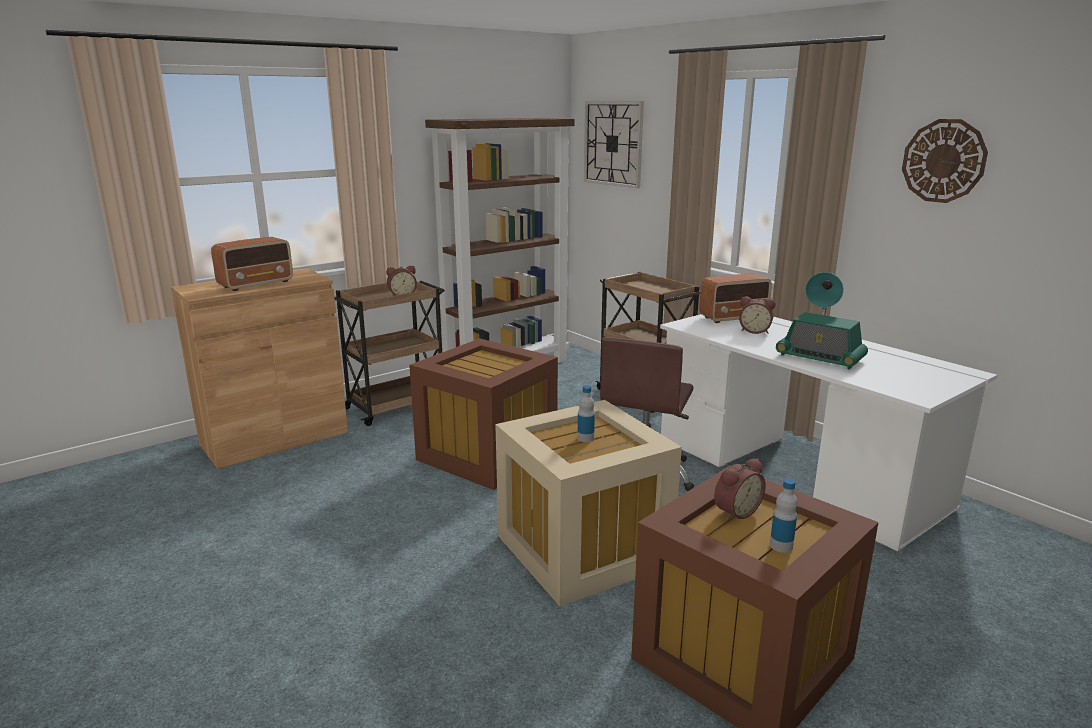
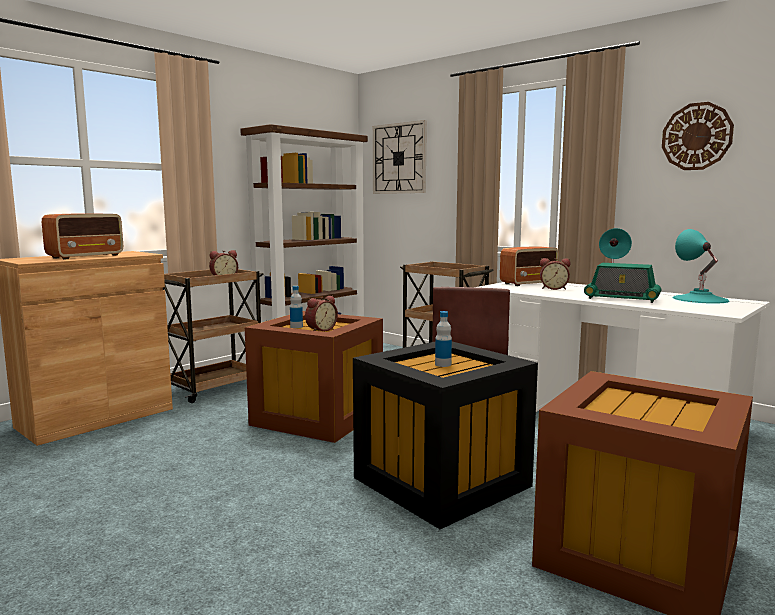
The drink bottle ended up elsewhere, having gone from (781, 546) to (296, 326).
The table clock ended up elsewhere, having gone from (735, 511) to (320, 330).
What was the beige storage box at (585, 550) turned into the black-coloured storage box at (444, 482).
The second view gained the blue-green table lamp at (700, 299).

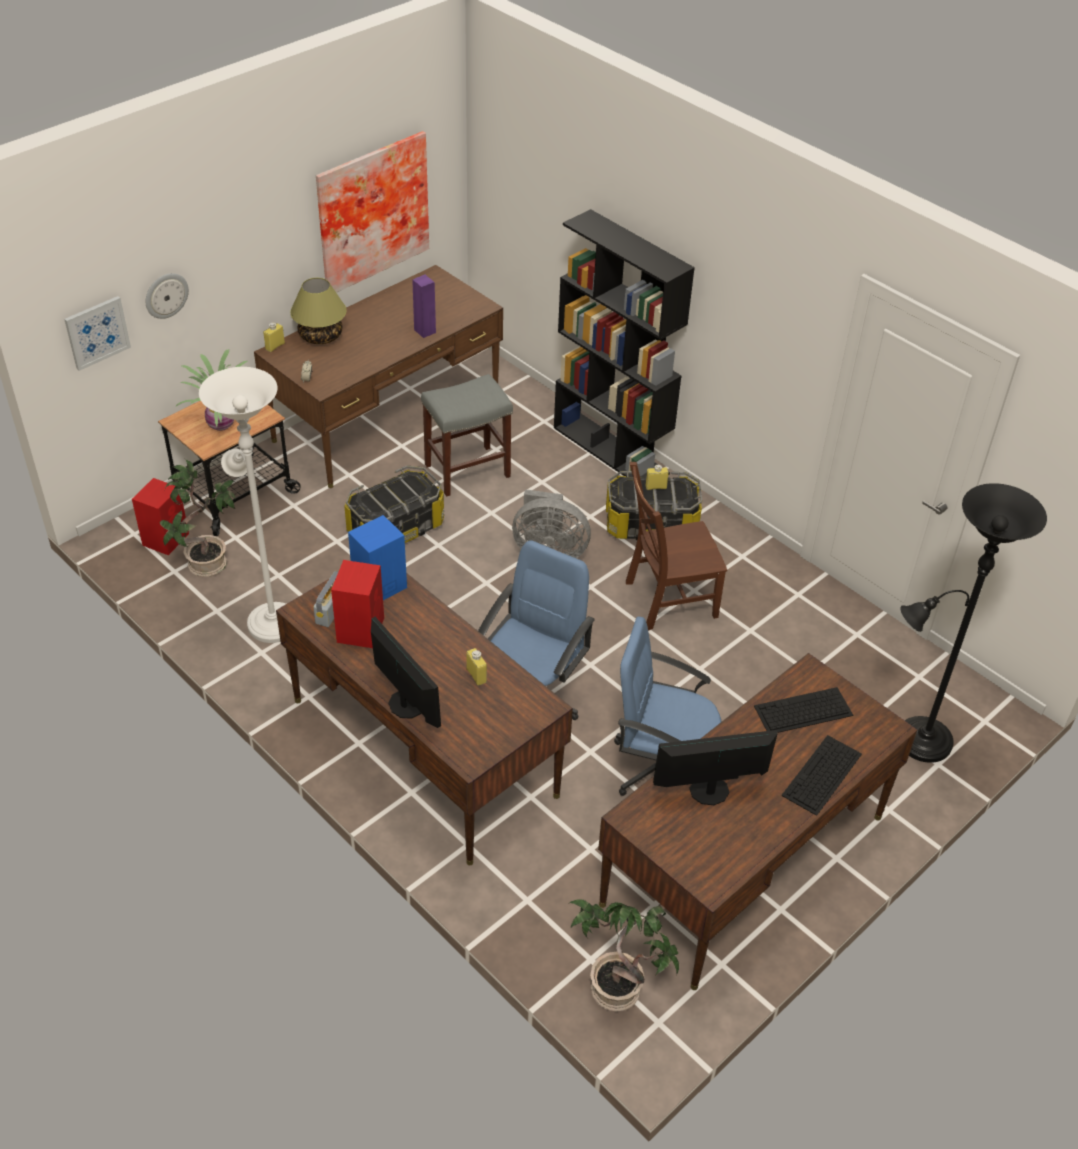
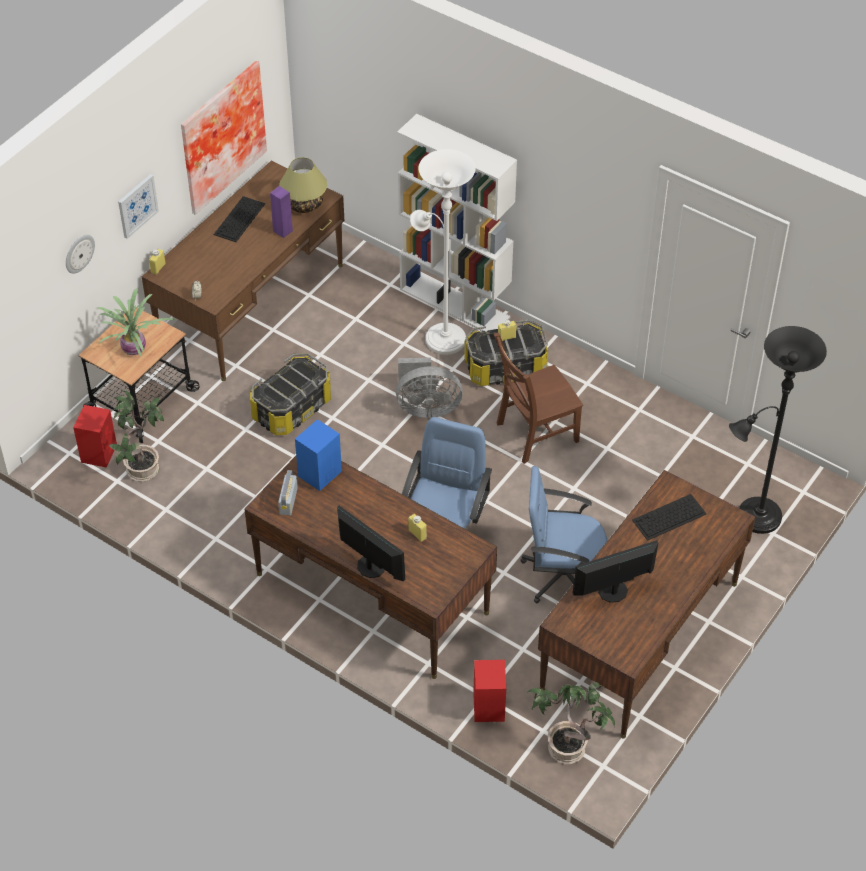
The wall picture ended up elsewhere, having gone from (97, 332) to (137, 205).
The computer keyboard ended up elsewhere, having gone from (822, 775) to (239, 219).
The table lamp ended up elsewhere, having gone from (320, 336) to (304, 204).
What was the black-coloured bookshelf at (611, 450) turned into the whitish bookshelf at (455, 303).
The whitish floor lamp ended up elsewhere, having gone from (270, 619) to (441, 336).
The reddish loudspeaker ended up elsewhere, having gone from (361, 629) to (488, 706).
The second view lost the gray sitting stool at (466, 471).

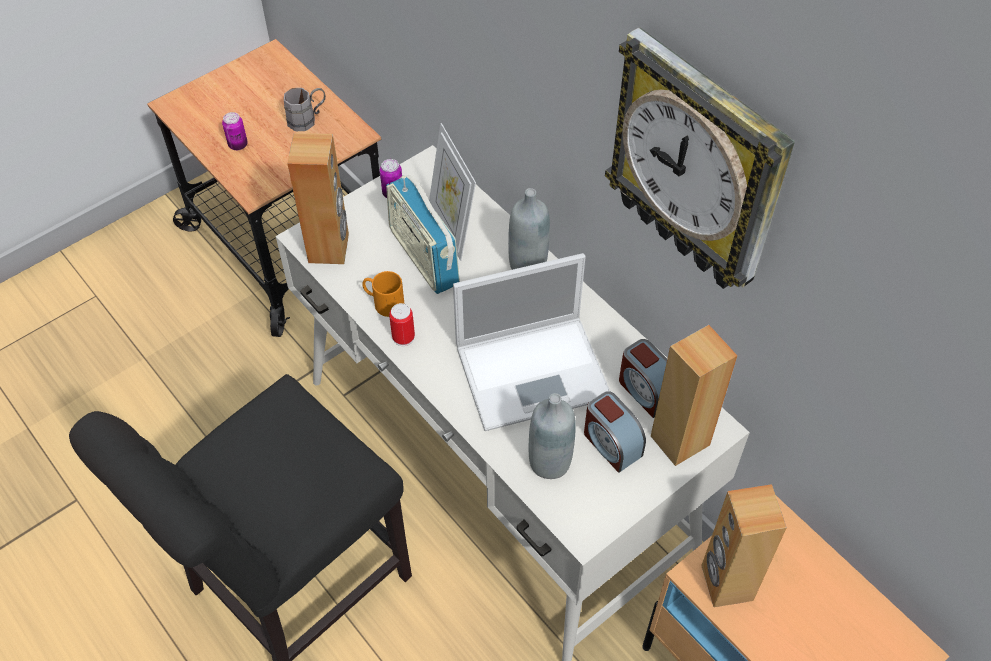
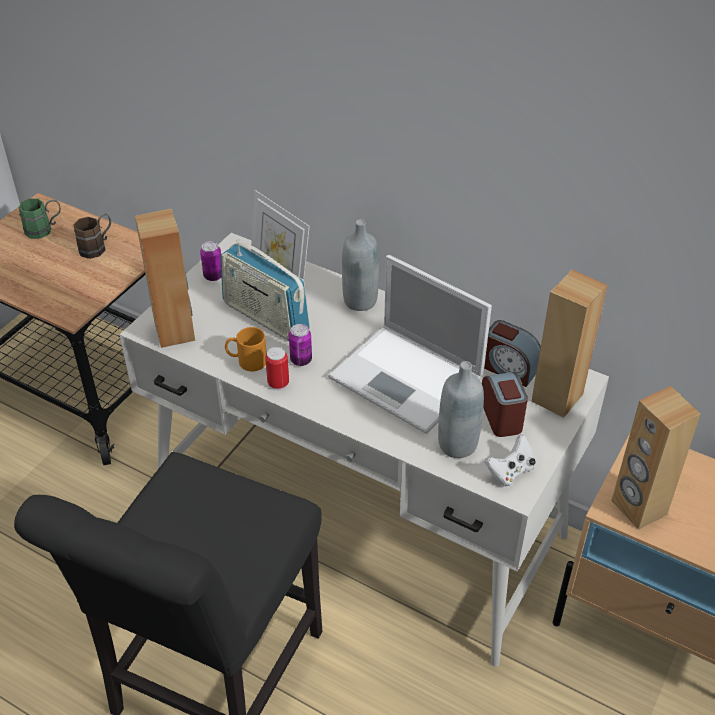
The second view gained the green-coloured mug at (44, 229).
What was the gray mug at (307, 119) turned into the brown-coloured mug at (97, 247).
The sealed can ended up elsewhere, having gone from (238, 145) to (301, 360).
The laptop at (535, 371) ended up facing another way, 75 degrees clockwise from before.
The table clock at (611, 443) ended up facing another way, 135 degrees counterclockwise from before.
The second view gained the whitish gamepad at (510, 472).
The second view lost the hanging clock at (697, 166).

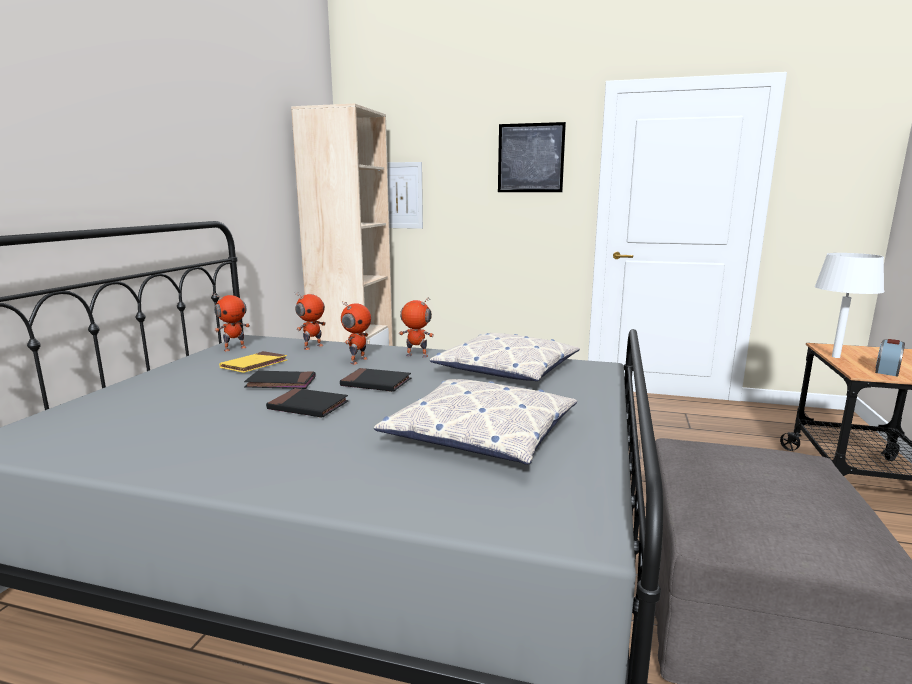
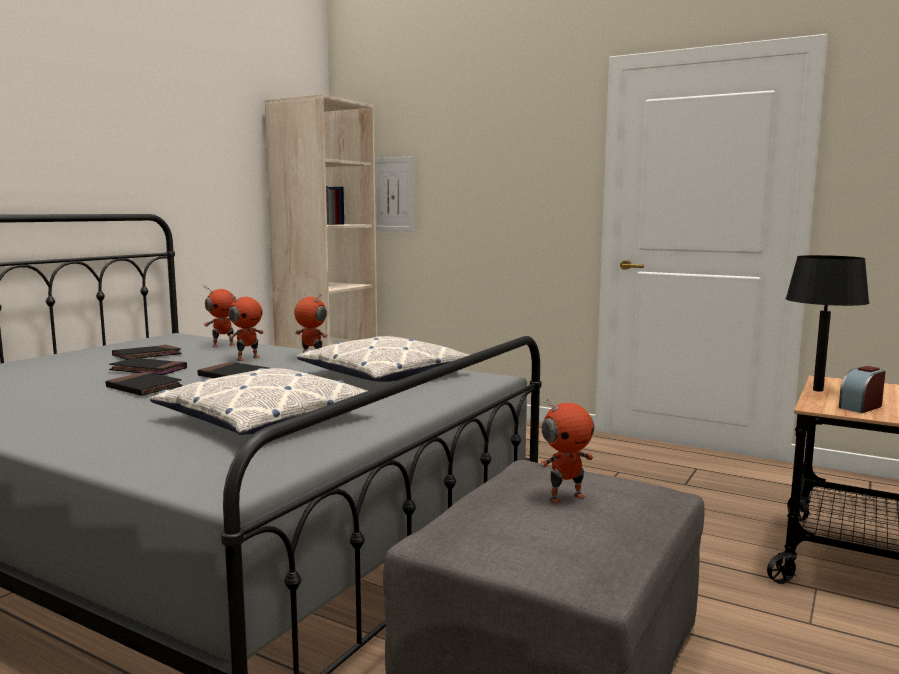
What was the yellow volume at (254, 365) turned into the black-coloured volume at (147, 356).
The model robot ended up elsewhere, having gone from (234, 348) to (565, 497).
What was the whitish table lamp at (836, 357) turned into the black-coloured table lamp at (818, 390).
The second view lost the wall picture at (530, 158).

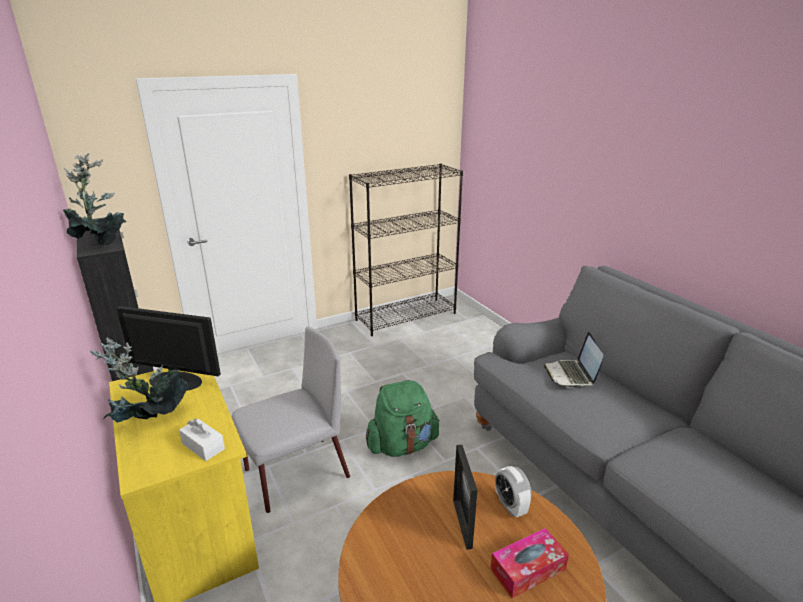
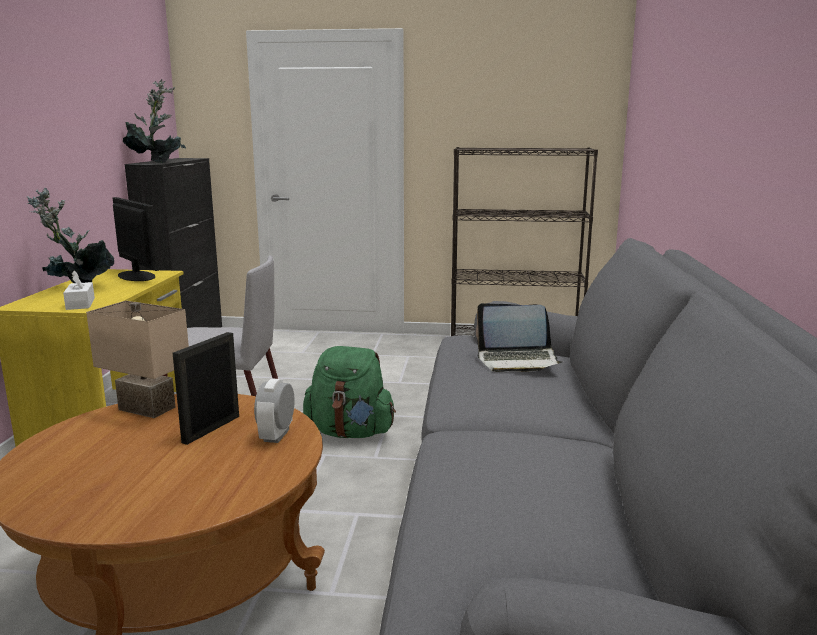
The second view gained the beige table lamp at (149, 407).
The laptop at (571, 375) ended up facing another way, 120 degrees counterclockwise from before.
The second view lost the tissue box at (528, 569).

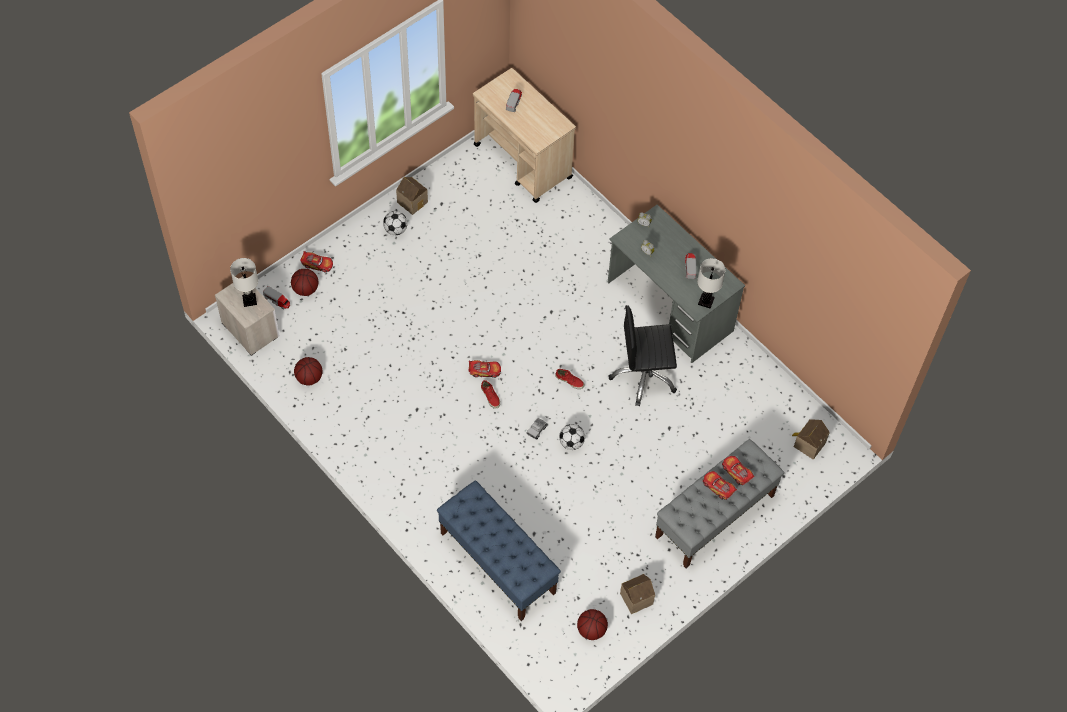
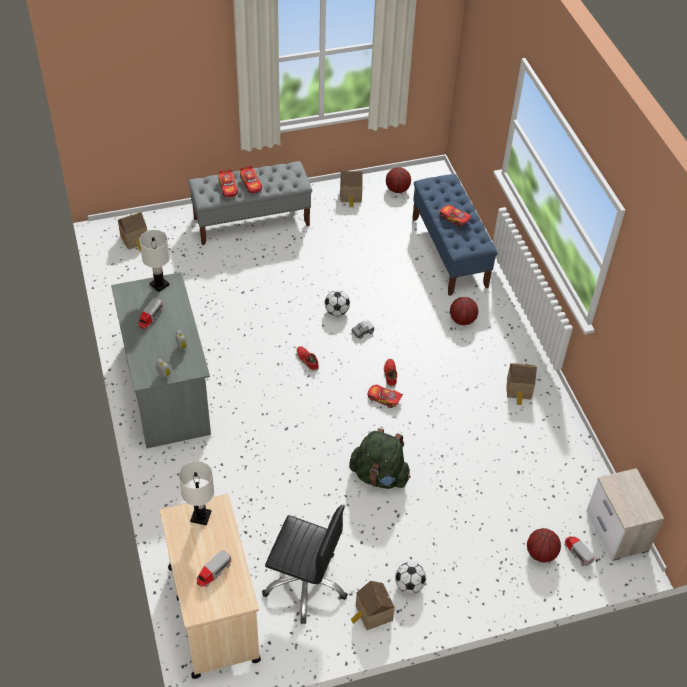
The whitish table lamp ended up elsewhere, having gone from (249, 300) to (200, 516).
The black-coloured computer chair ended up elsewhere, having gone from (643, 376) to (305, 584).
The second view gained the green-coloured backpack at (379, 476).
The toy car ended up elsewhere, having gone from (317, 264) to (454, 219).
The basketball ended up elsewhere, having gone from (309, 378) to (462, 320).
The second view gained the miniature house at (519, 390).

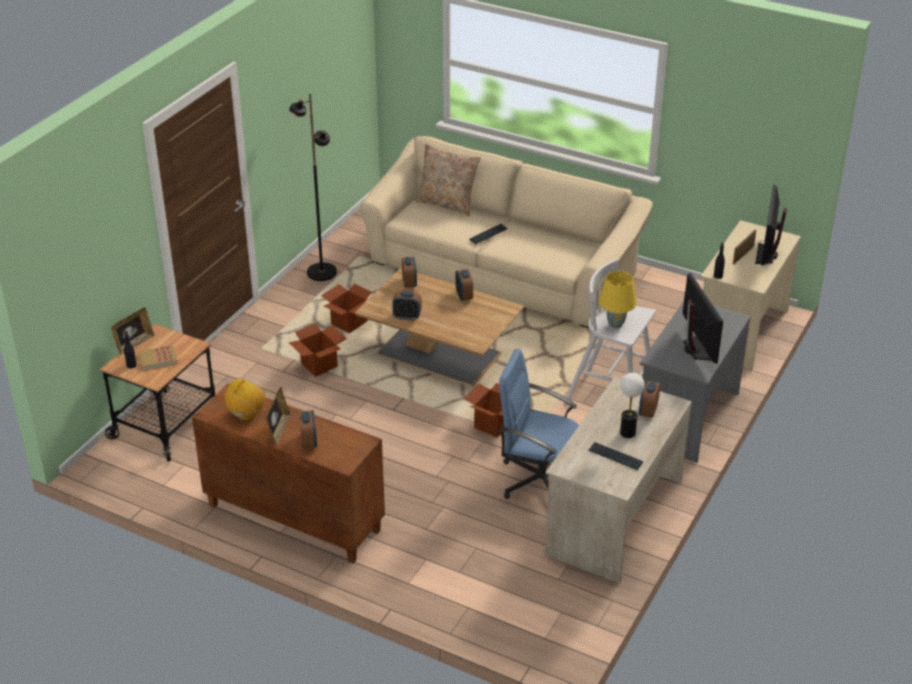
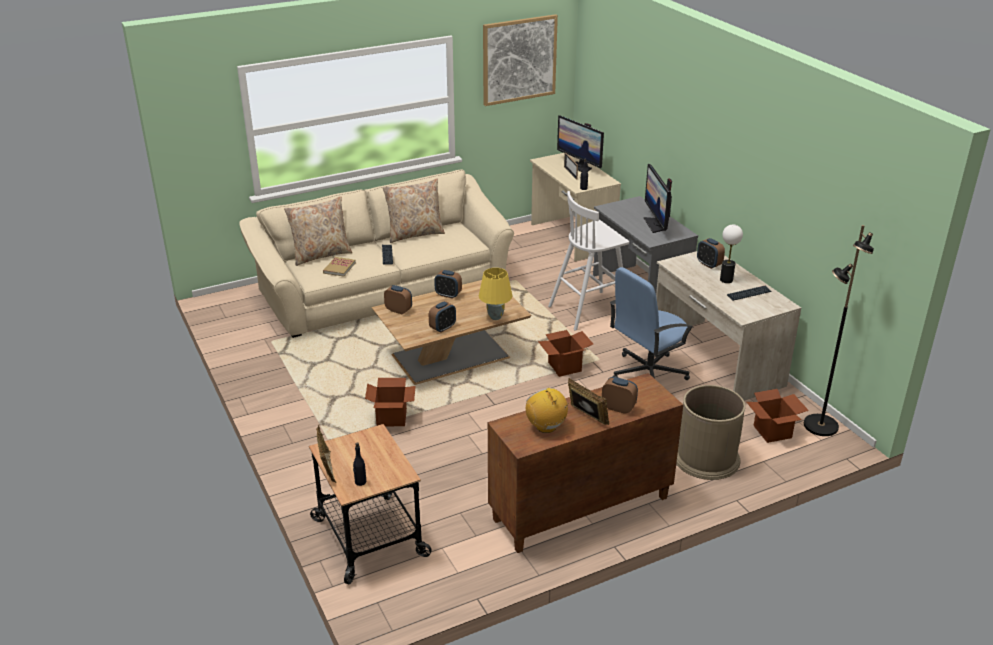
The volume ended up elsewhere, having gone from (158, 359) to (339, 268).
The second view gained the beige throw pillow at (415, 234).
The yellow table lamp ended up elsewhere, having gone from (615, 324) to (495, 317).
The second view gained the wall picture at (519, 59).
The computer display at (696, 349) ended up facing another way, 120 degrees counterclockwise from before.
The second view gained the brown-coloured waste bin at (706, 458).
The cardboard box ended up elsewhere, having gone from (349, 323) to (772, 431).
The black-coloured floor lamp ended up elsewhere, having gone from (321, 272) to (820, 426).

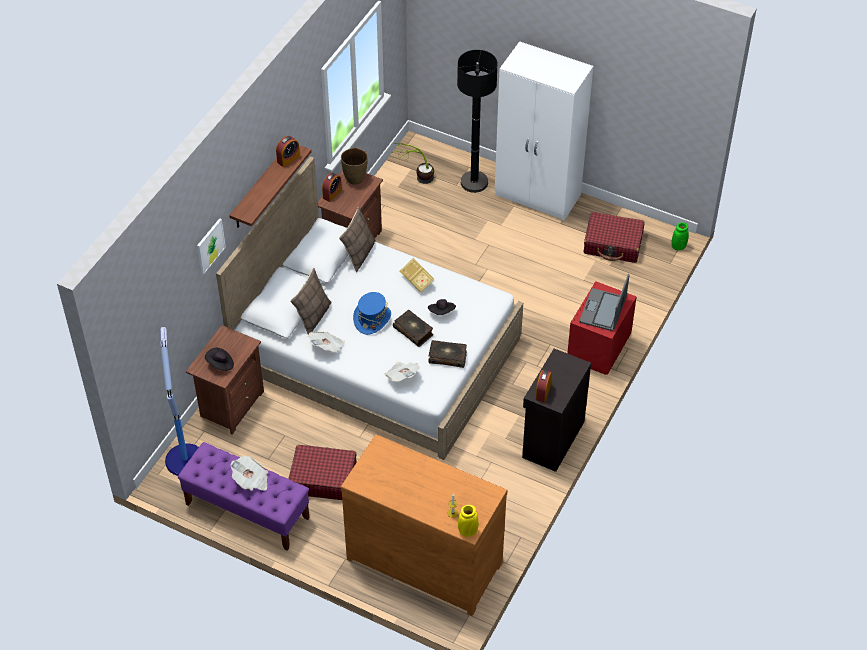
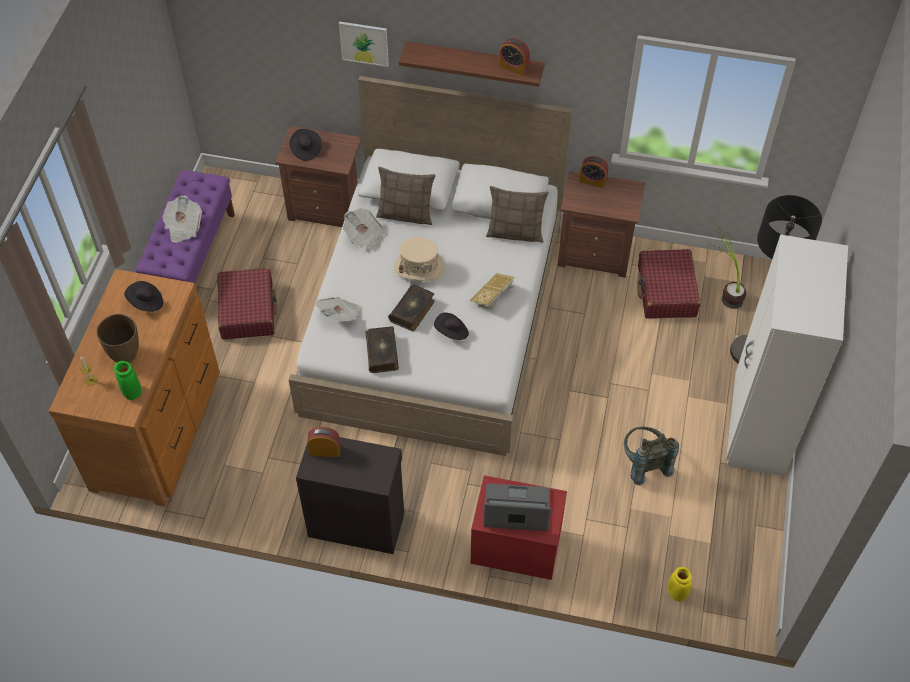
The brown-coloured flower vase ended up elsewhere, having gone from (355, 178) to (125, 355).
The green-coloured flower vase ended up elsewhere, having gone from (678, 246) to (132, 392).
The second view gained the black-coloured clothing hat at (146, 303).
What was the blue clothing hat at (372, 319) turned into the beige clothing hat at (419, 268).
The second view gained the gray backpack at (643, 463).
The reddish suitcase ended up elsewhere, having gone from (613, 244) to (666, 291).
The yellow flower vase ended up elsewhere, having gone from (467, 531) to (676, 593).
The second view lost the floor lamp at (184, 458).

